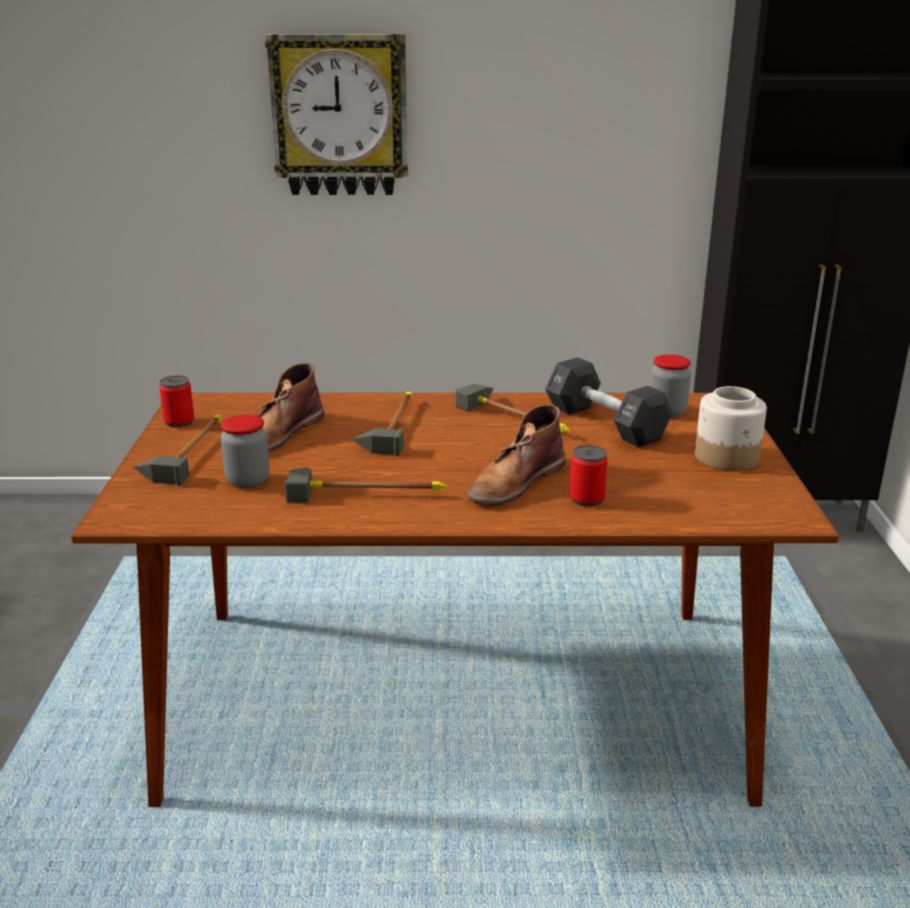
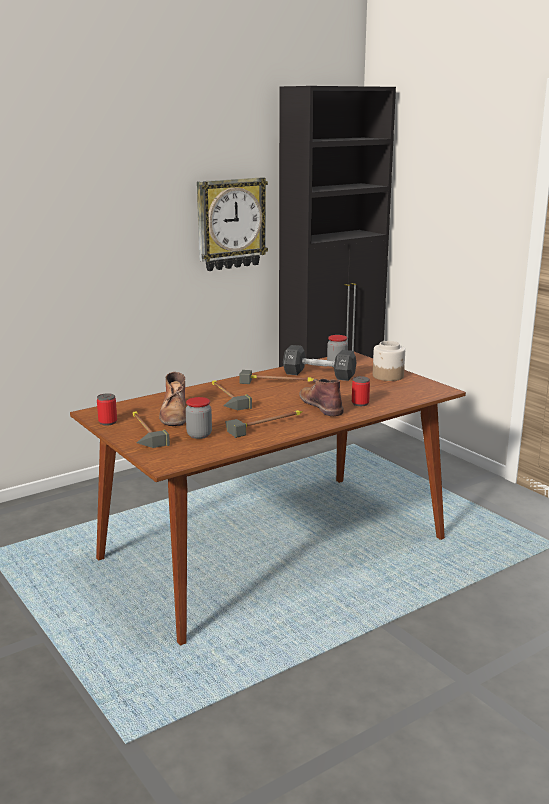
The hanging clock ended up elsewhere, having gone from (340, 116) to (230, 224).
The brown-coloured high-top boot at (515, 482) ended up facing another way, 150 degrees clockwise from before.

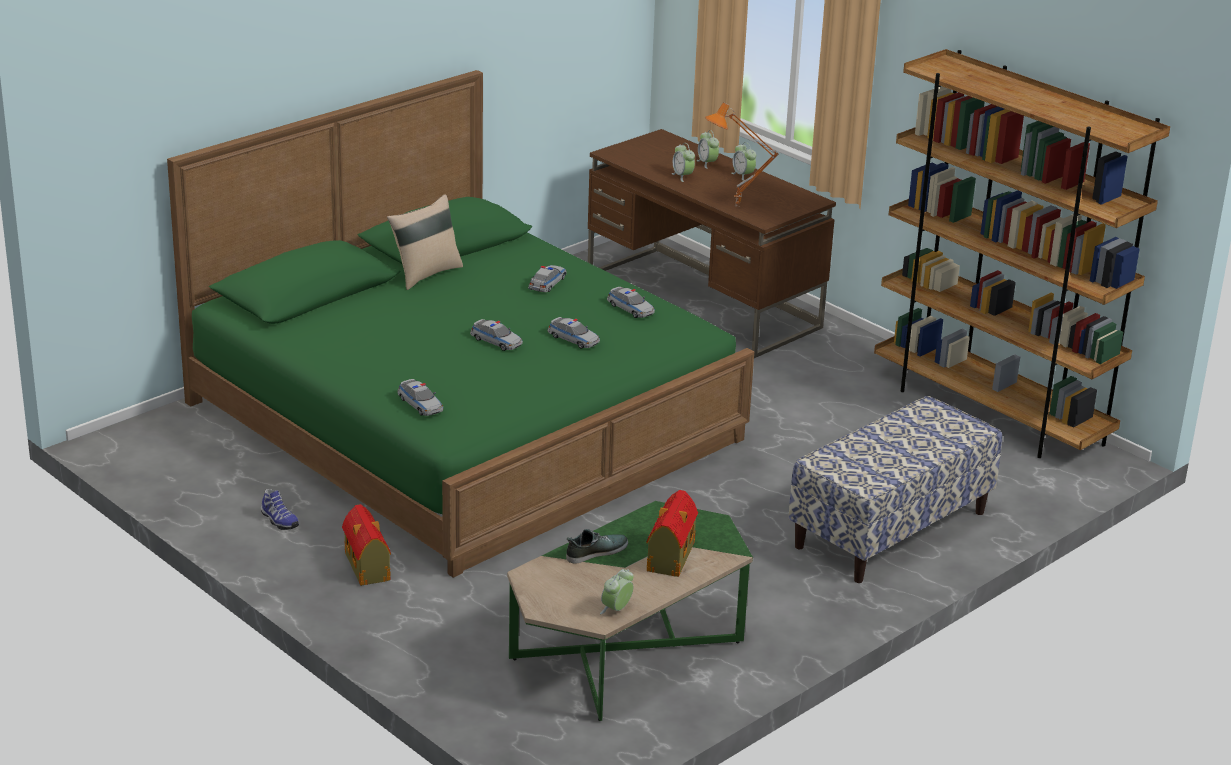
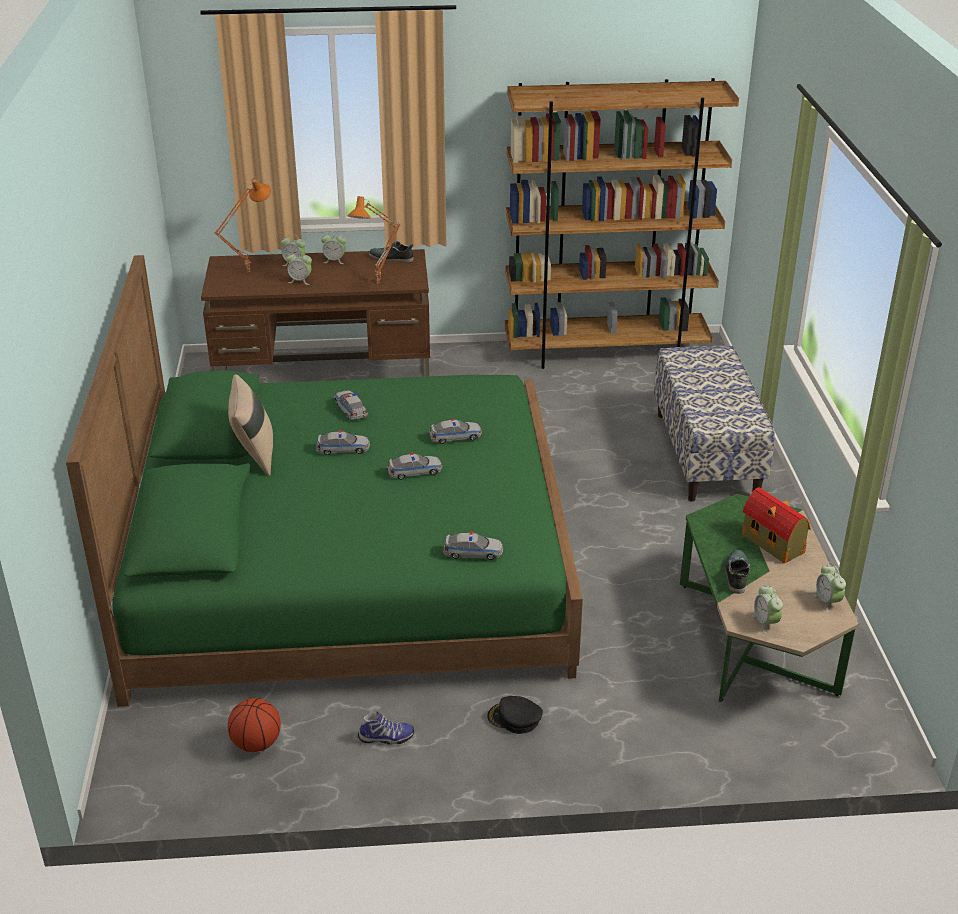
The second view gained the orange table lamp at (247, 271).
The second view gained the basketball at (257, 743).
The toy car ended up elsewhere, having gone from (630, 309) to (343, 449).
The second view gained the low shoe at (391, 258).
Where the miniature house stood at (367, 567), the black-coloured cap came to stand at (514, 718).
The second view gained the table clock at (765, 623).

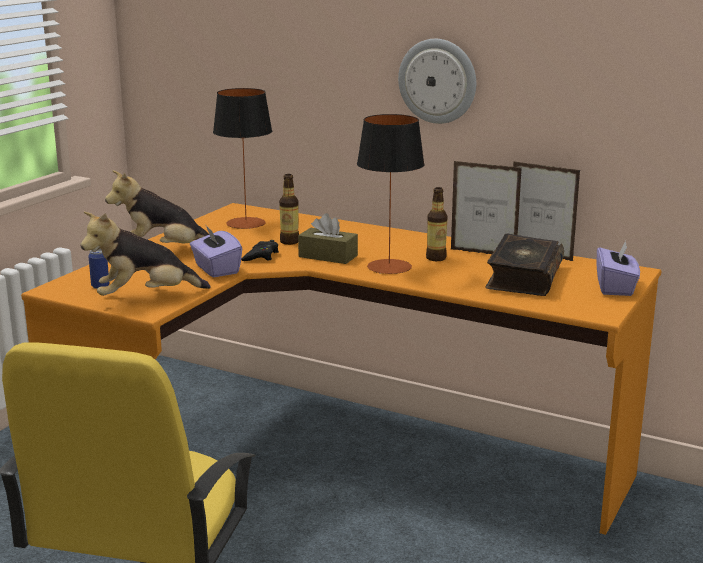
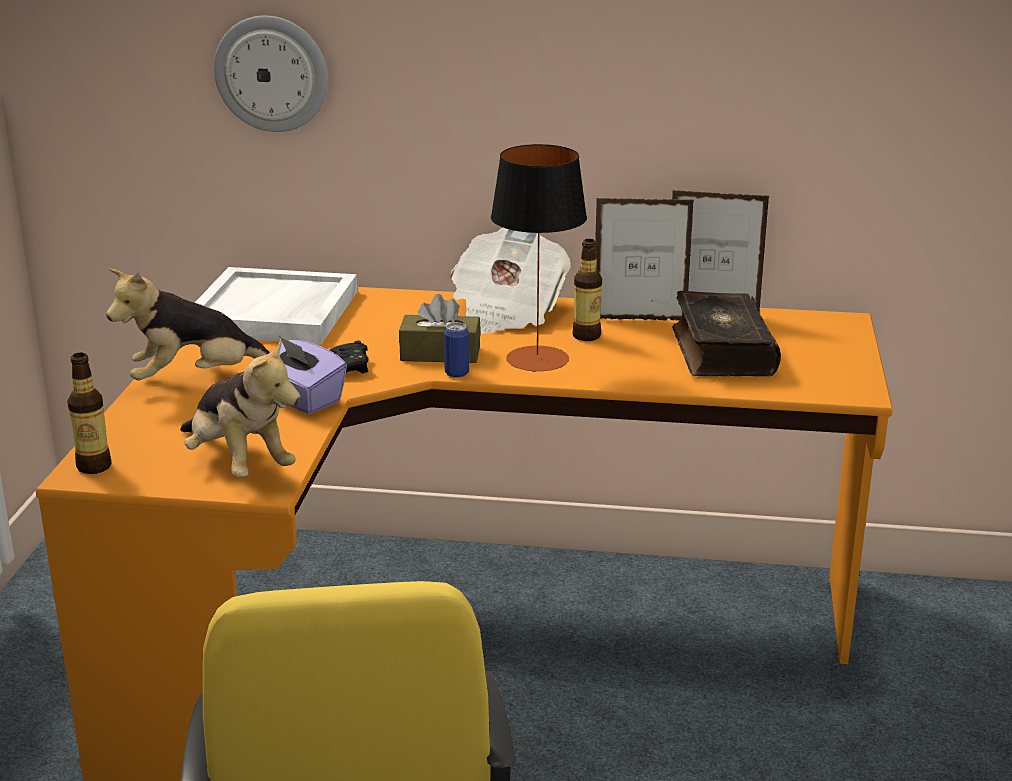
The drink bottle ended up elsewhere, having gone from (289, 242) to (94, 466).
The cuddly toy at (145, 297) ended up facing another way, 90 degrees counterclockwise from before.
Where the table lamp stood at (246, 223), the whitish serving tray came to stand at (274, 313).
The hanging clock ended up elsewhere, having gone from (438, 81) to (272, 73).
The sealed can ended up elsewhere, having gone from (100, 286) to (457, 373).
The second view gained the printed paper at (506, 312).
The second view lost the purple-coloured tissue box at (615, 287).

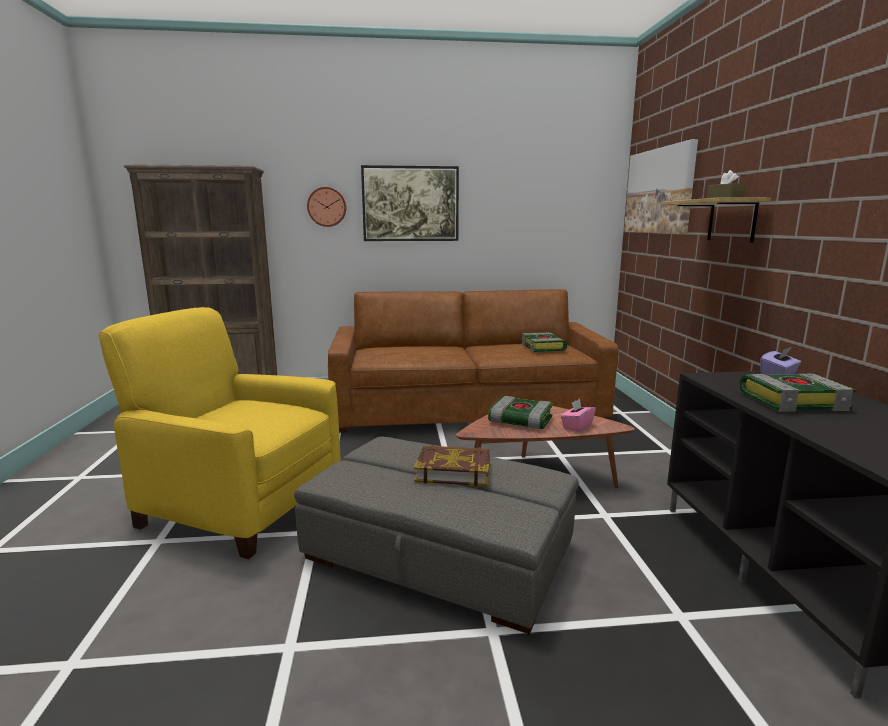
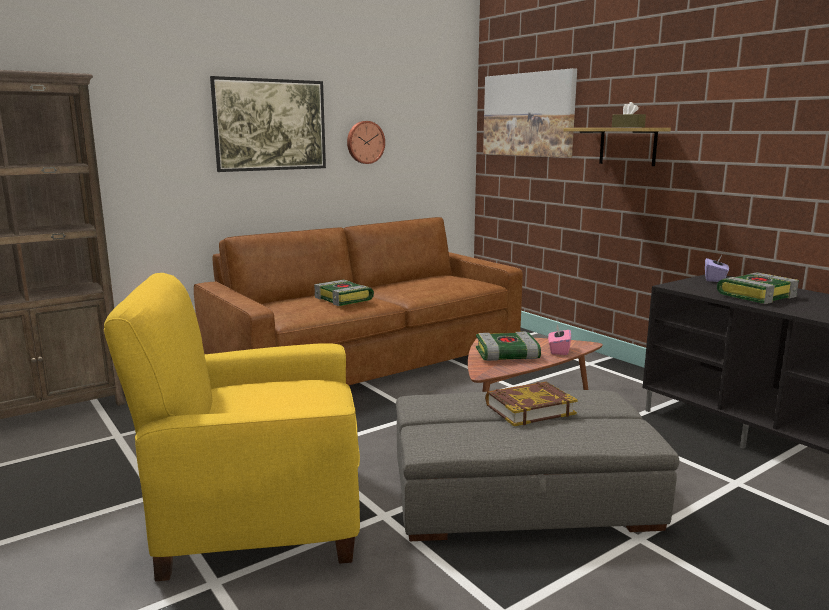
The volume ended up elsewhere, having gone from (544, 348) to (344, 299).
The hanging clock ended up elsewhere, having gone from (327, 207) to (365, 142).

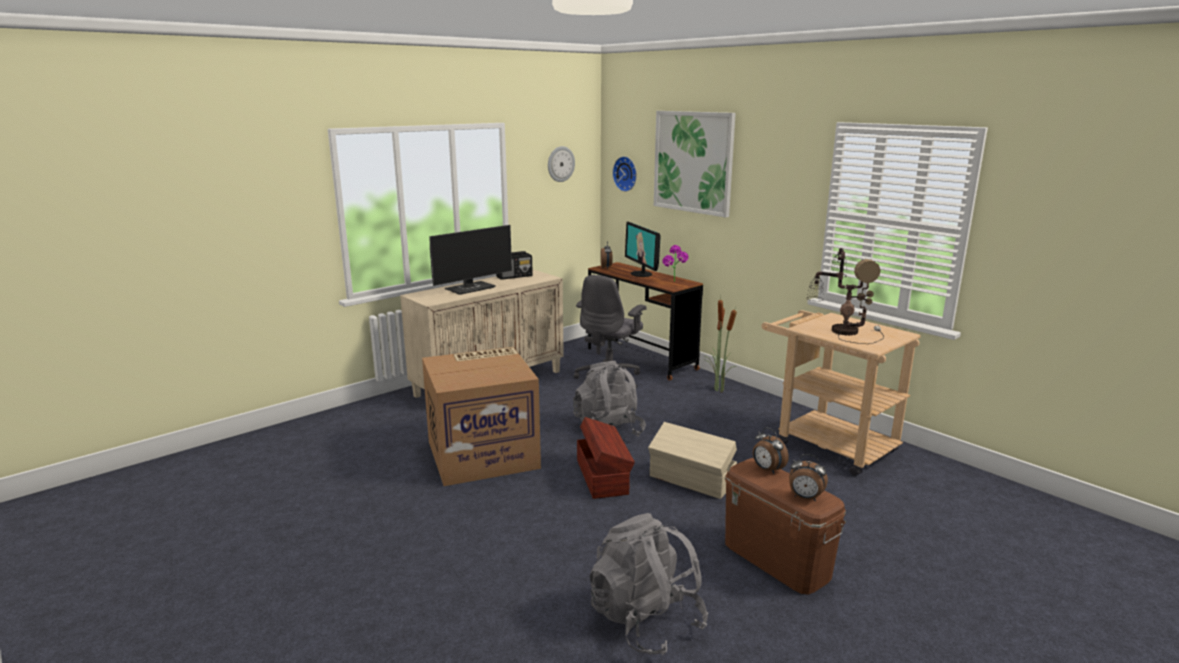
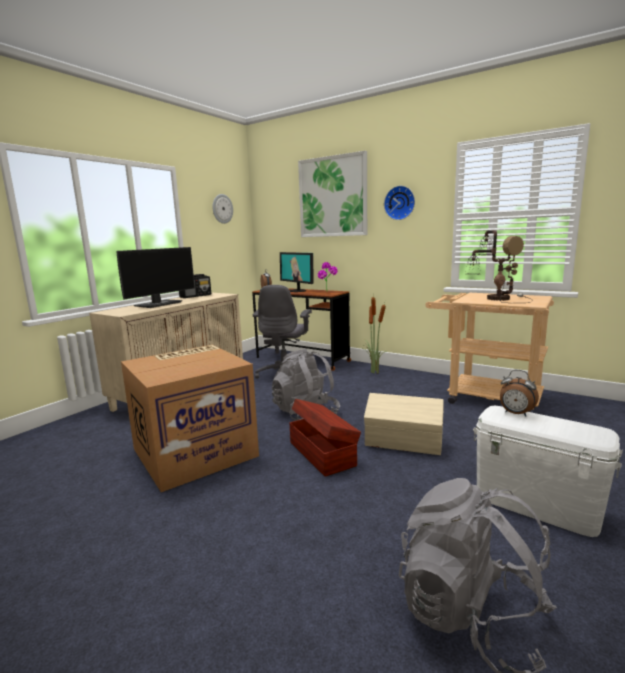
The hanging clock ended up elsewhere, having gone from (626, 173) to (400, 203).
What was the brown-coloured storage box at (776, 559) turned into the whitish storage box at (536, 504).
The second view lost the table clock at (805, 498).

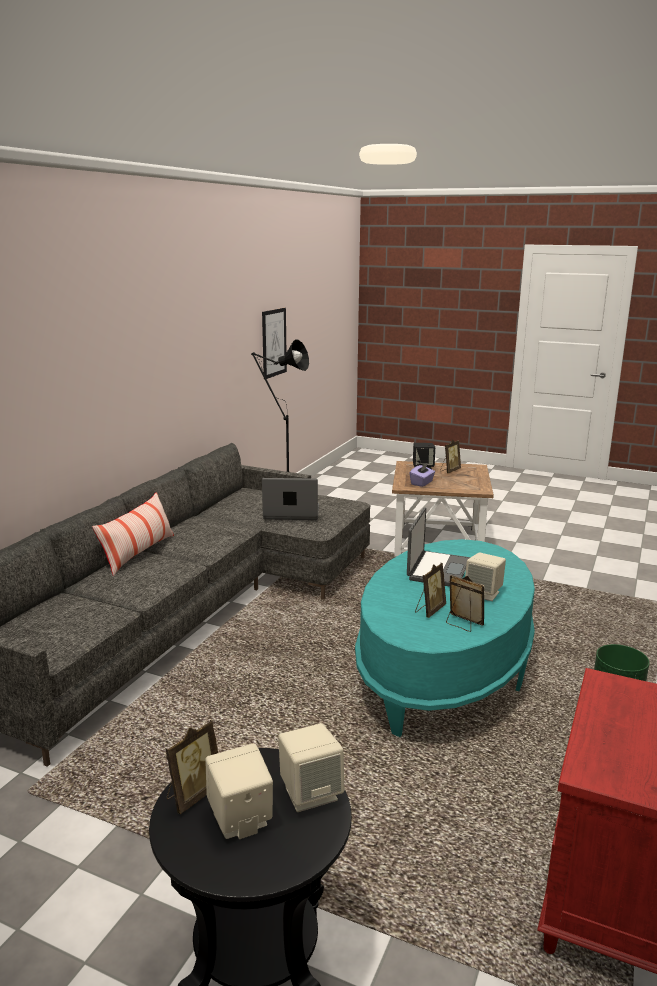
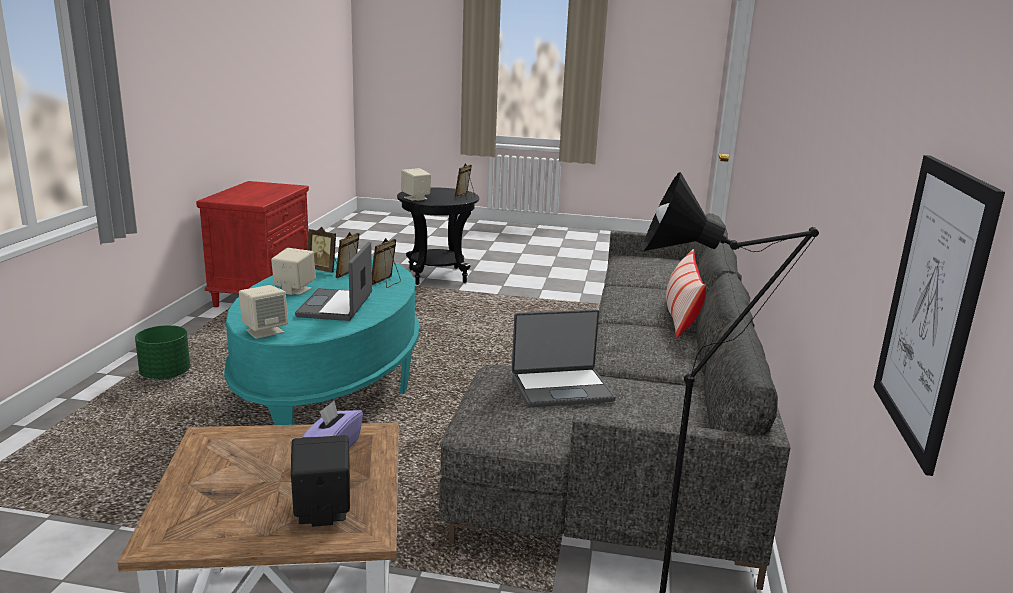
The beige loudspeaker ended up elsewhere, having gone from (240, 820) to (265, 331).
The photo frame ended up elsewhere, having gone from (449, 471) to (386, 283).

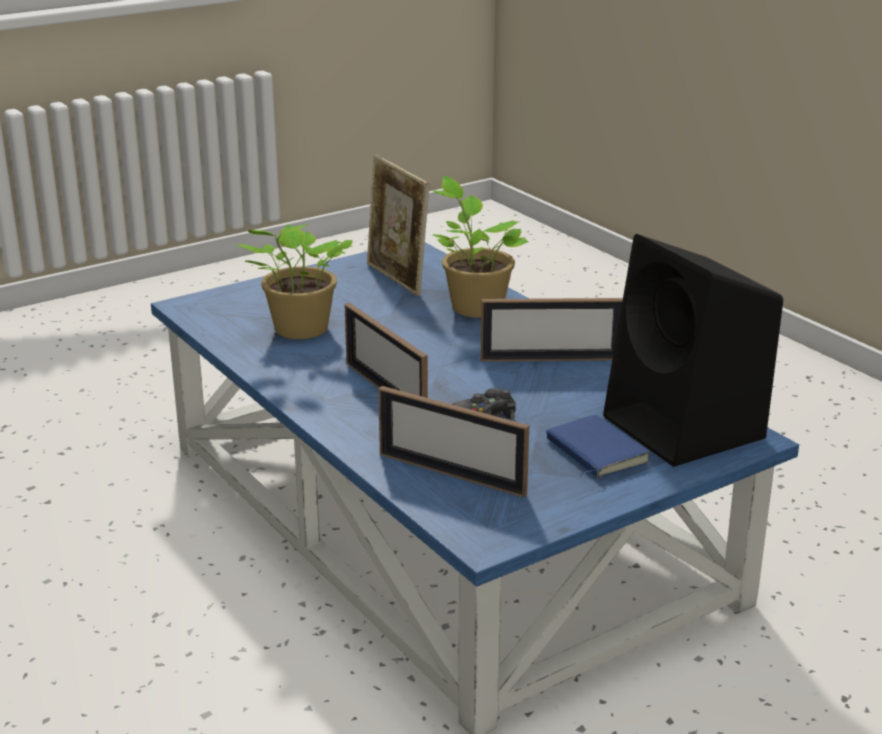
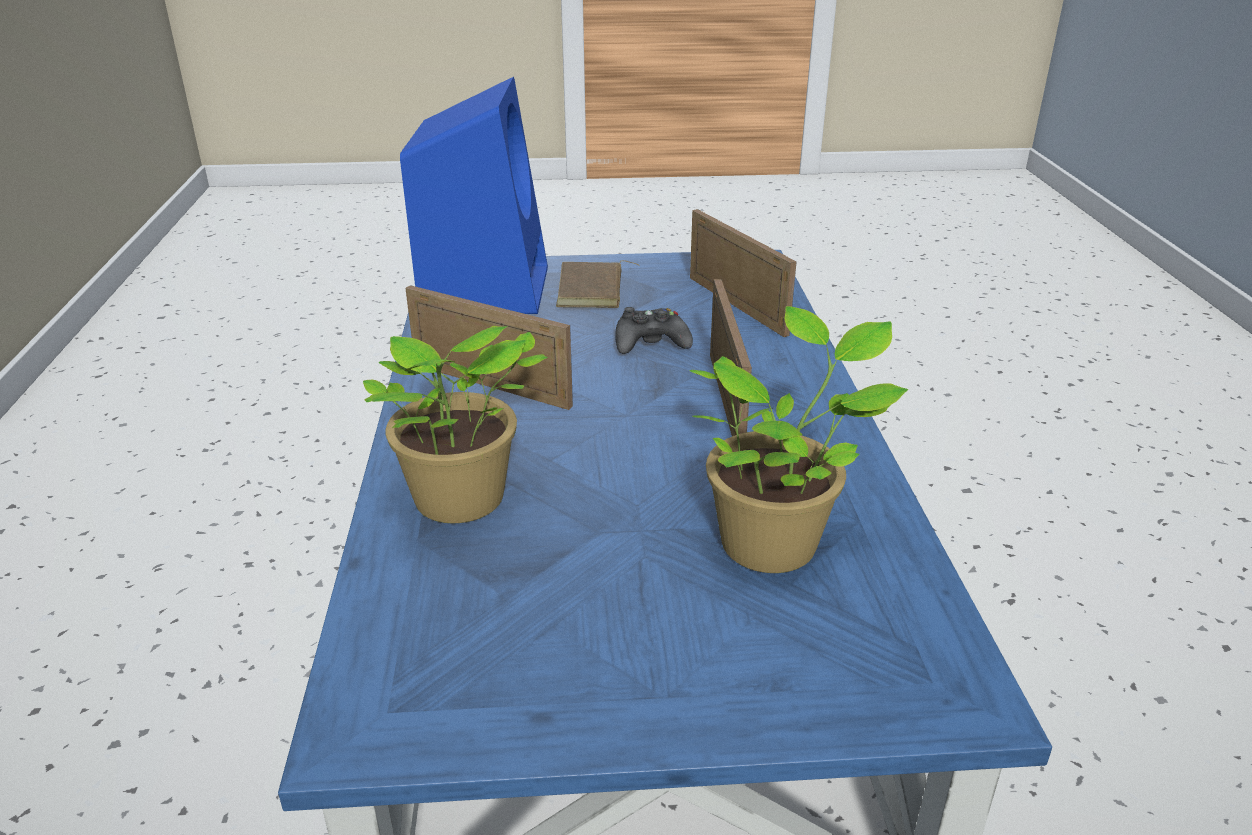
What was the black-coloured loudspeaker at (687, 429) turned into the blue loudspeaker at (485, 287).
What was the blue volume at (593, 452) turned into the brown-coloured volume at (593, 291).
The second view lost the photo frame at (397, 279).

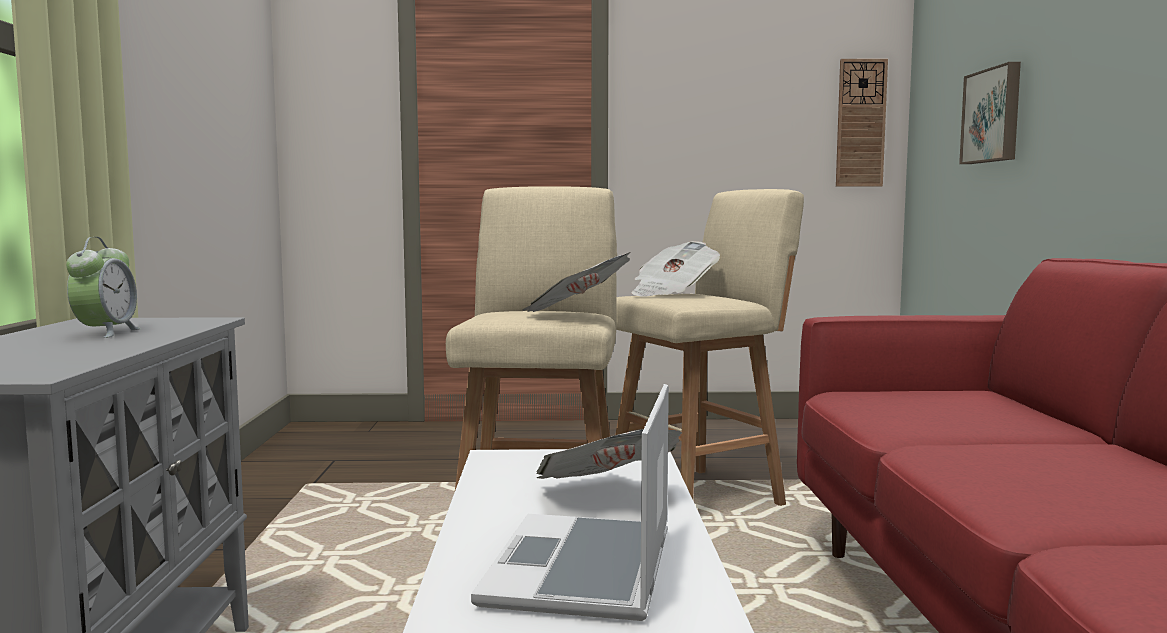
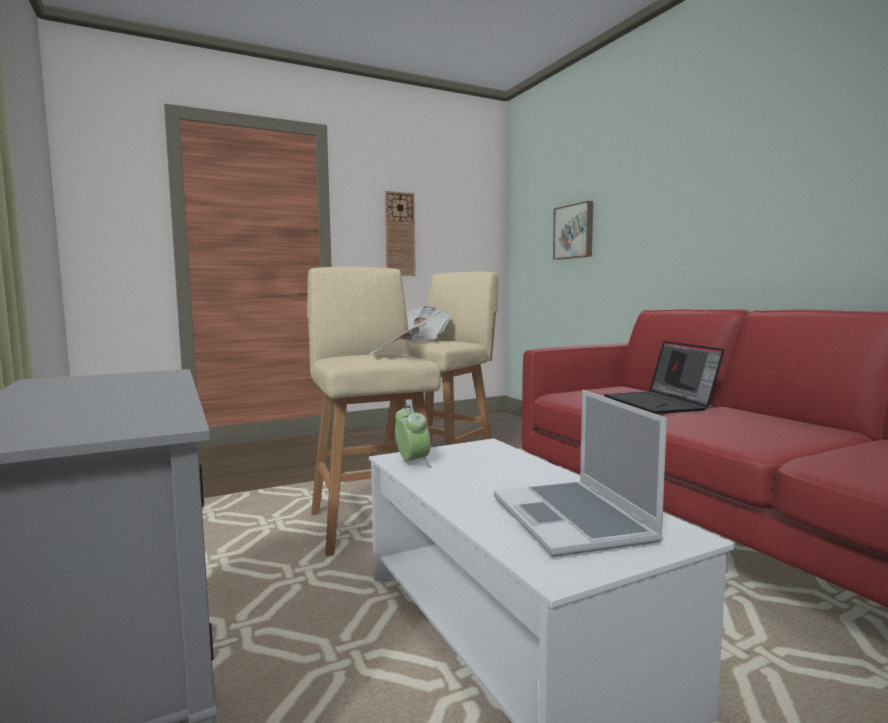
The hanging clock ended up elsewhere, having gone from (860, 123) to (400, 234).
The table clock ended up elsewhere, having gone from (106, 333) to (412, 463).
The second view gained the laptop at (660, 403).
The second view lost the printed paper at (606, 496).

